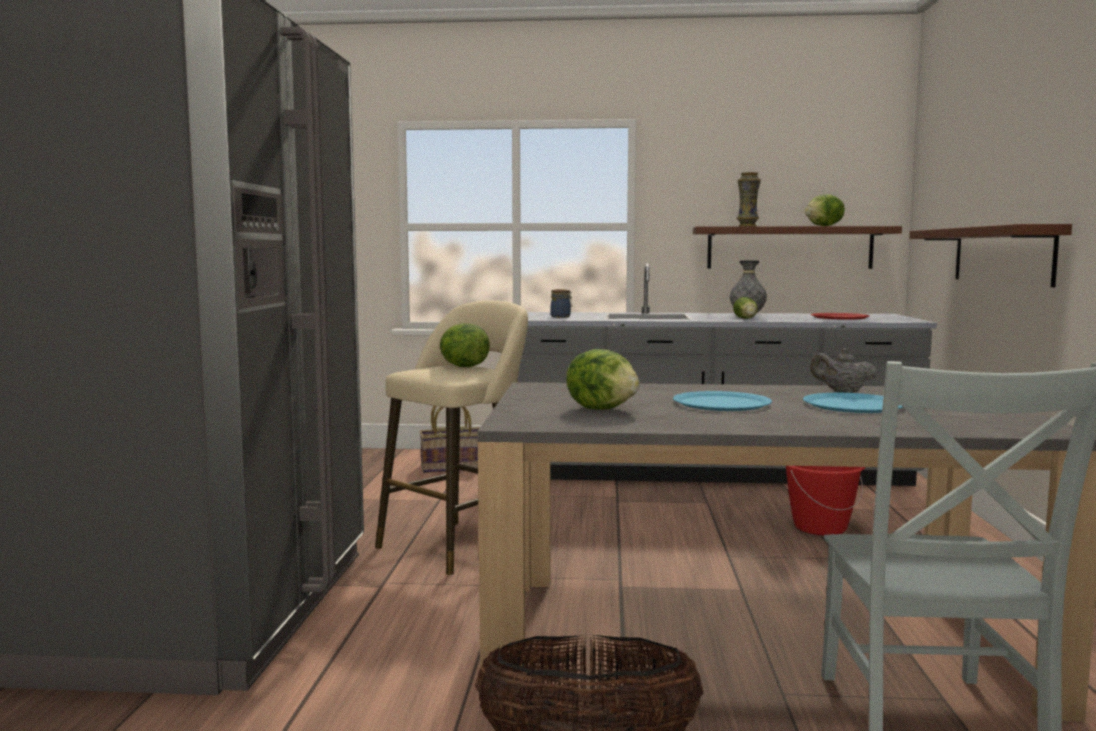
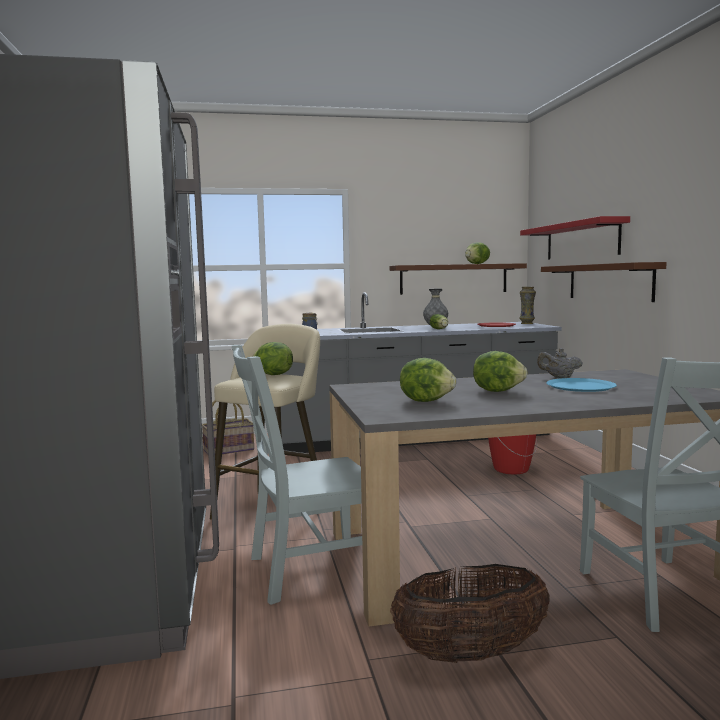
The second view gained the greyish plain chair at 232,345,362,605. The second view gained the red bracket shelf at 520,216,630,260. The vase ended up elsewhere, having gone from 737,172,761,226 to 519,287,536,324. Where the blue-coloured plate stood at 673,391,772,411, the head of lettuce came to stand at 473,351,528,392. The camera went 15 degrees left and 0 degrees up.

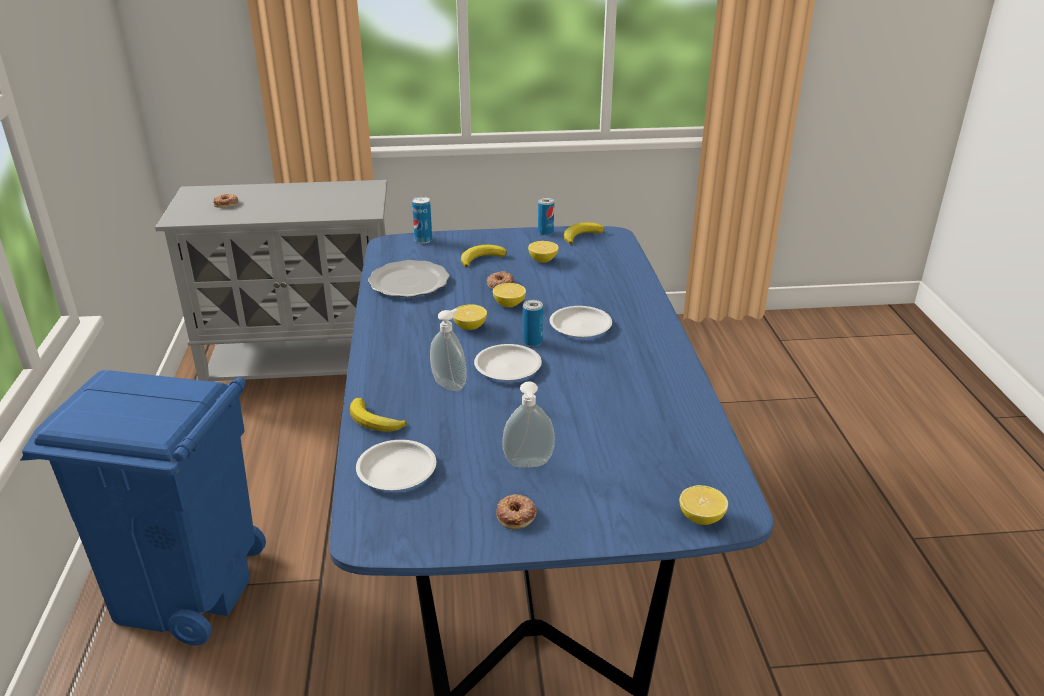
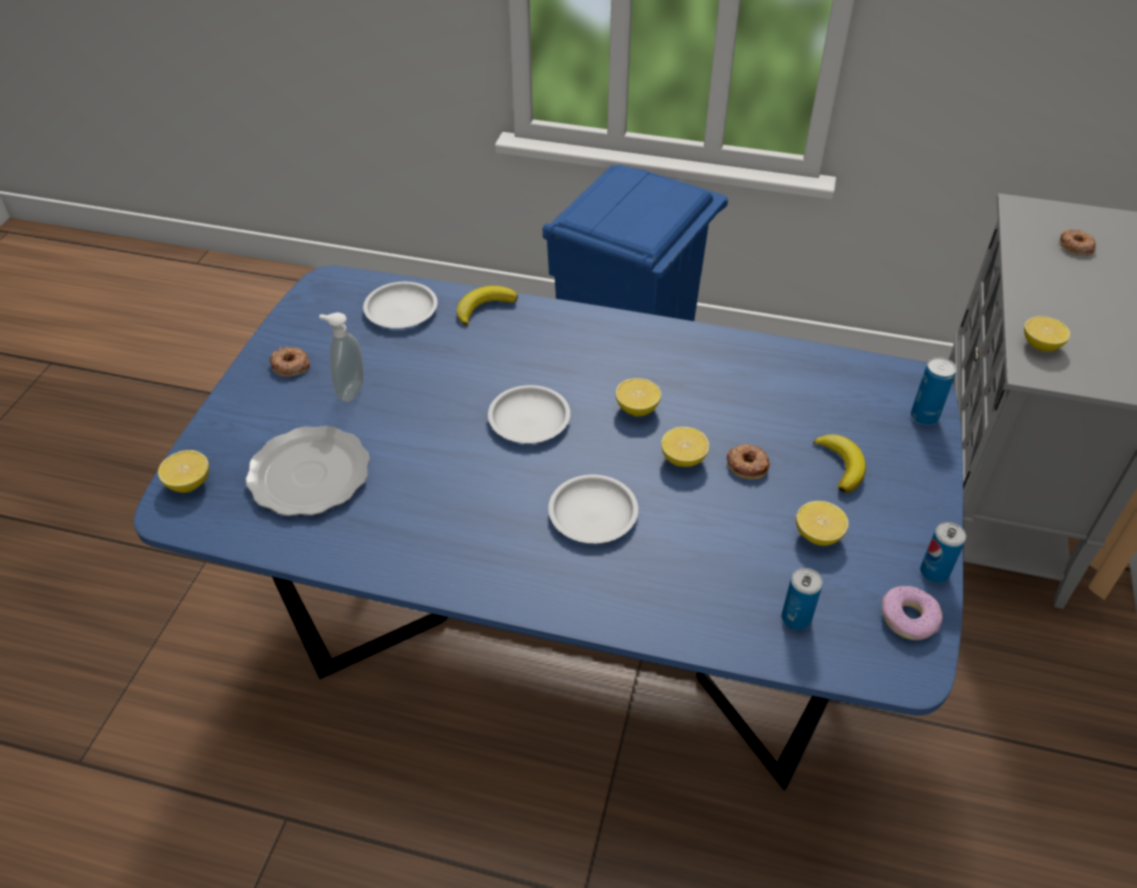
The second view lost the soap dispenser at 430,308,467,391. The second view gained the citrus fruit at 1024,316,1070,352. The plate ended up elsewhere, having gone from 368,260,449,297 to 245,426,370,516. The metal can ended up elsewhere, having gone from 523,300,543,346 to 782,568,823,630. Where the banana fruit stood at 564,223,604,245, the donut came to stand at 882,586,943,640. The camera went 110 degrees right and 15 degrees up.

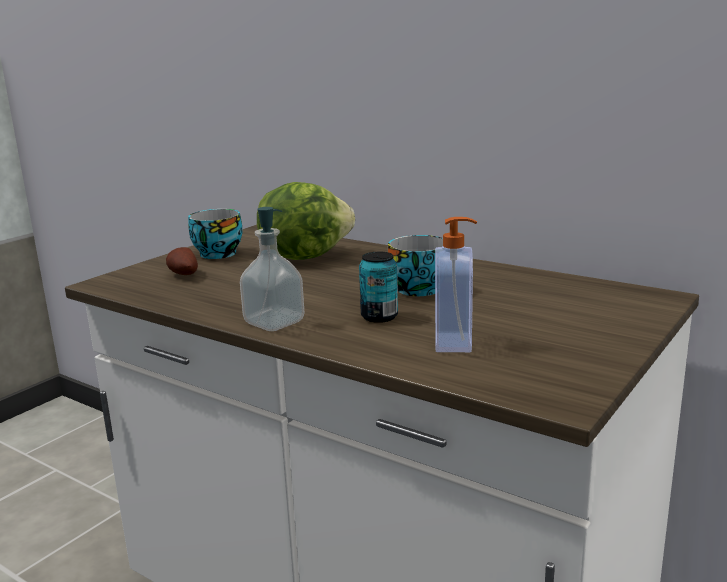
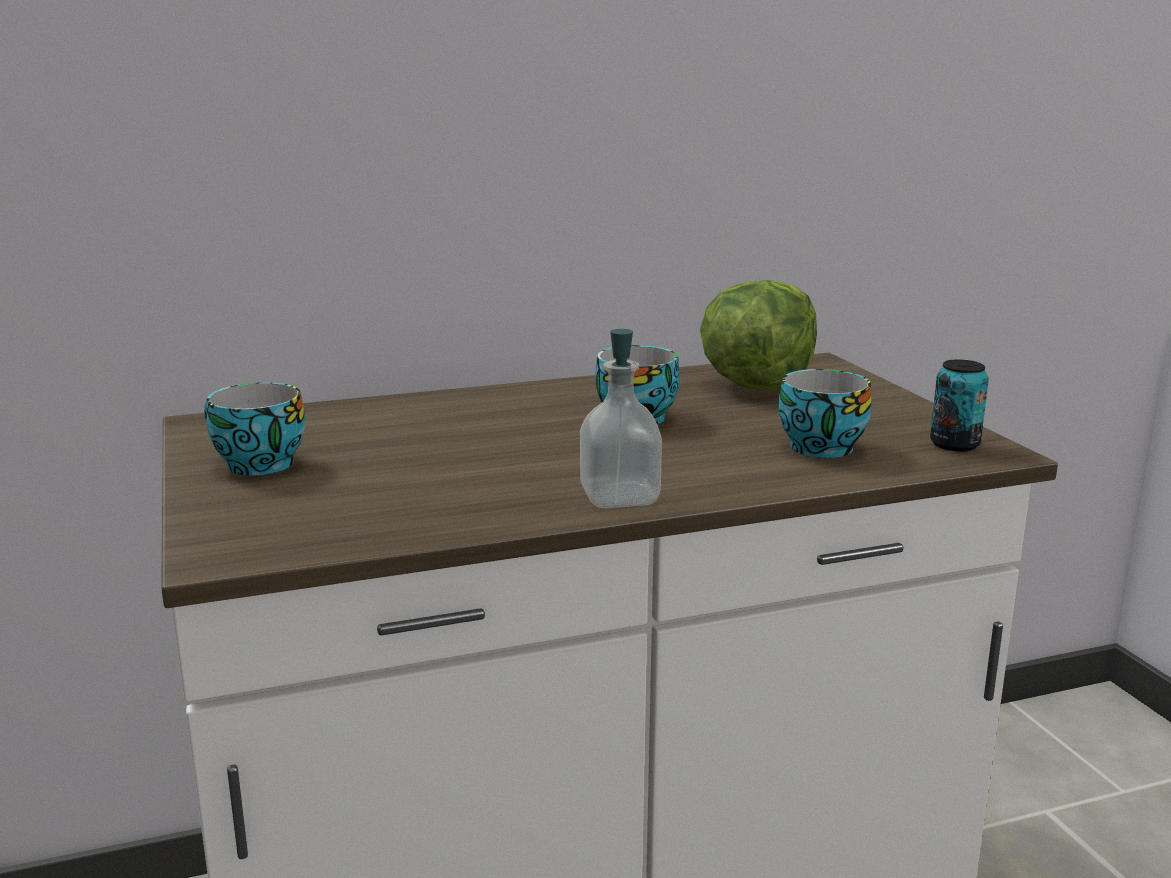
The second view lost the potato at 166,247,198,275. The head of lettuce ended up elsewhere, having gone from 257,182,355,260 to 700,280,817,390. The metal can ended up elsewhere, having gone from 359,252,398,323 to 930,360,989,452. Where the soap dispenser stood at 435,217,477,352, the small cup came to stand at 779,369,872,458. The camera went 55 degrees left and 0 degrees up.

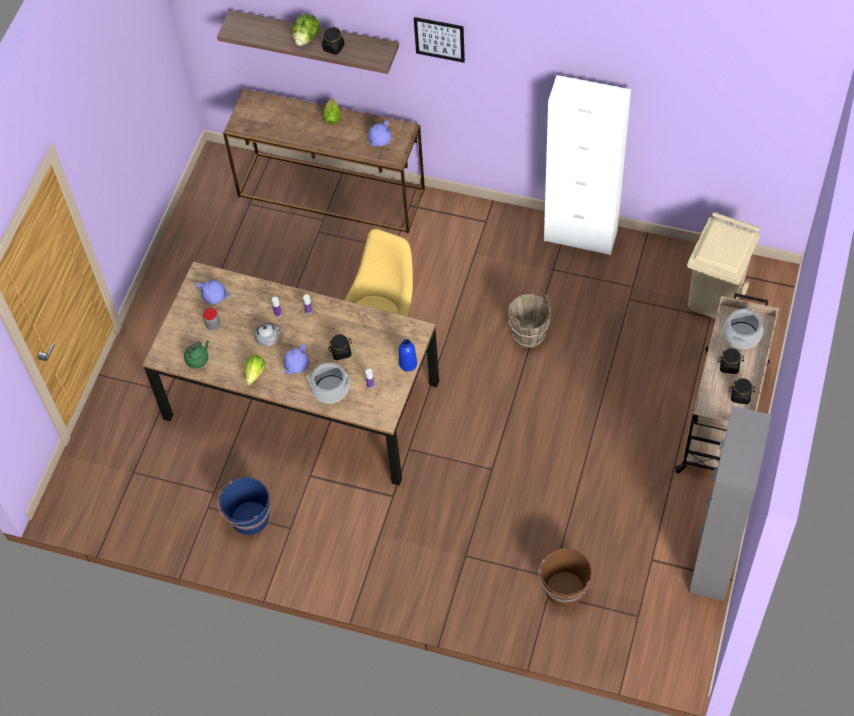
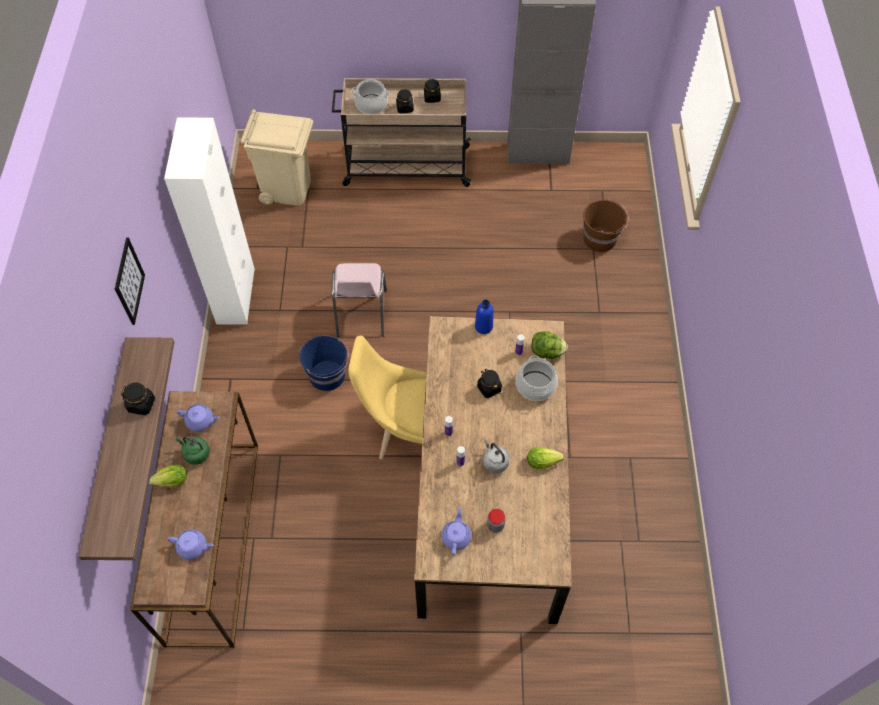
The green water kettle ended up elsewhere, having gone from 184,340,210,369 to 176,437,210,465. The blue-coloured pail ended up elsewhere, having gone from 217,477,270,535 to 299,335,349,391. The purplish teapot ended up elsewhere, having gone from 283,343,309,374 to 167,529,214,560. The head of lettuce ended up elsewhere, having gone from 291,14,320,46 to 532,331,568,359. Where the brown pail stood at 508,294,551,348, the pink-coloured plain chair came to stand at 332,263,387,337. The camera went 110 degrees left and 0 degrees up.

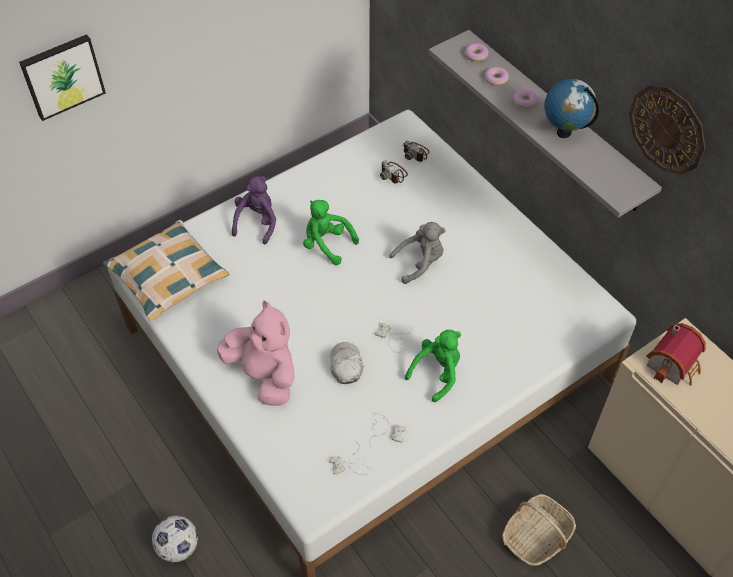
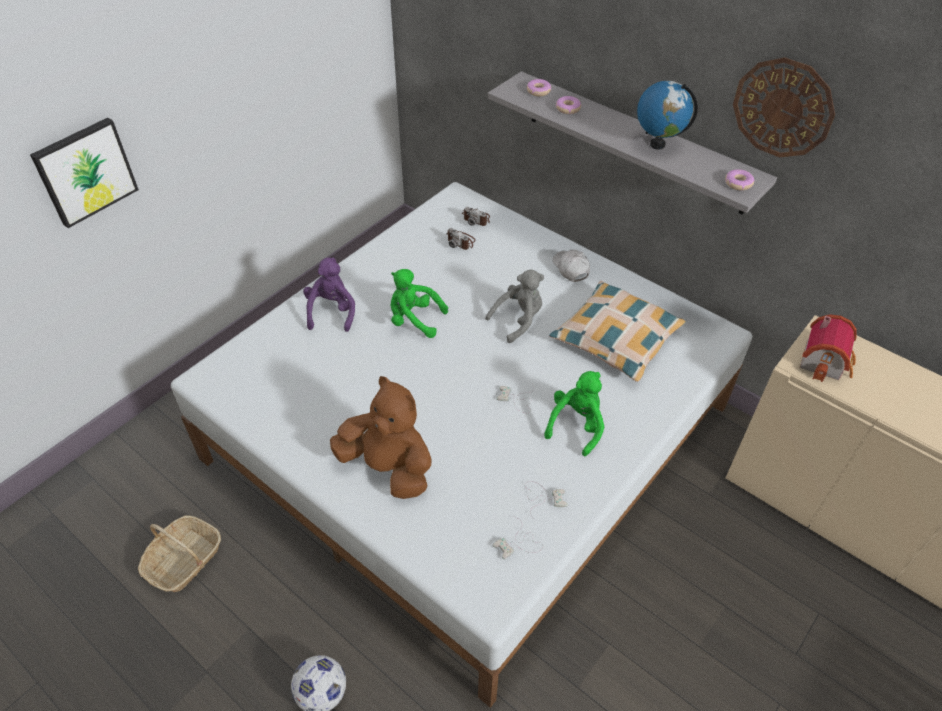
The pillow ended up elsewhere, having gone from 103,220,230,321 to 549,281,686,382. The white cap ended up elsewhere, having gone from 330,342,364,384 to 553,250,590,282. The storage basket ended up elsewhere, having gone from 502,494,576,566 to 138,516,221,592. The donut ended up elsewhere, having gone from 513,89,538,109 to 725,169,755,190. What was the pink-coloured soft toy at 217,301,295,406 turned into the brown soft toy at 330,376,432,499. The camera went 15 degrees left and 5 degrees down.

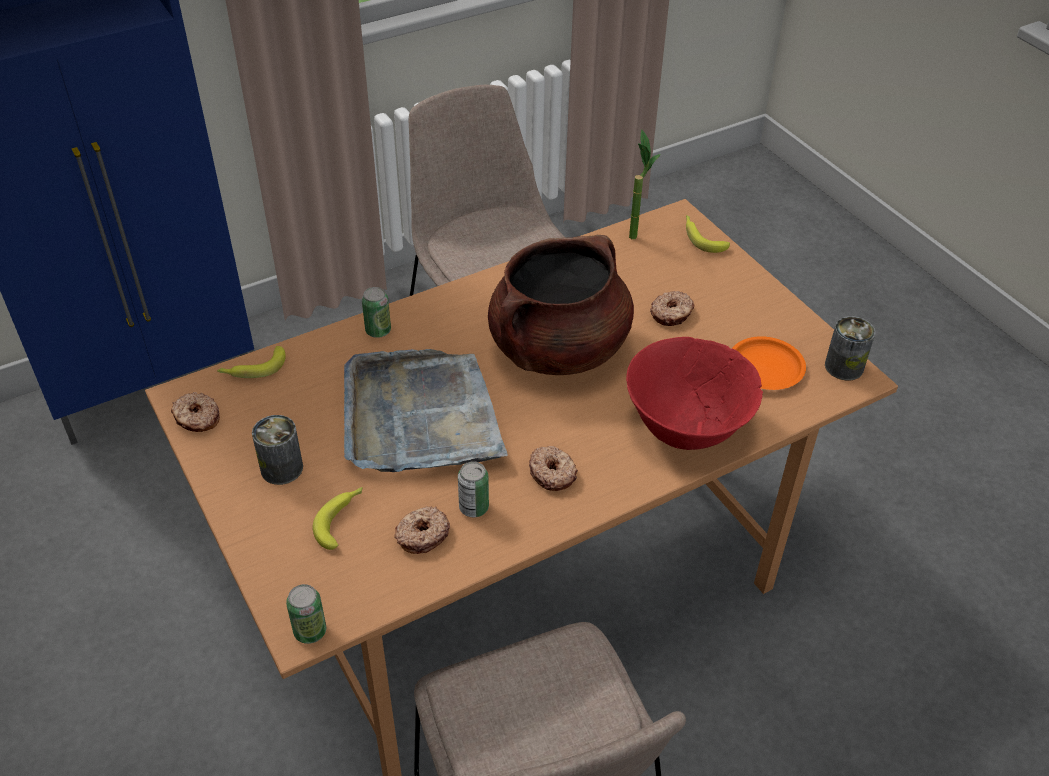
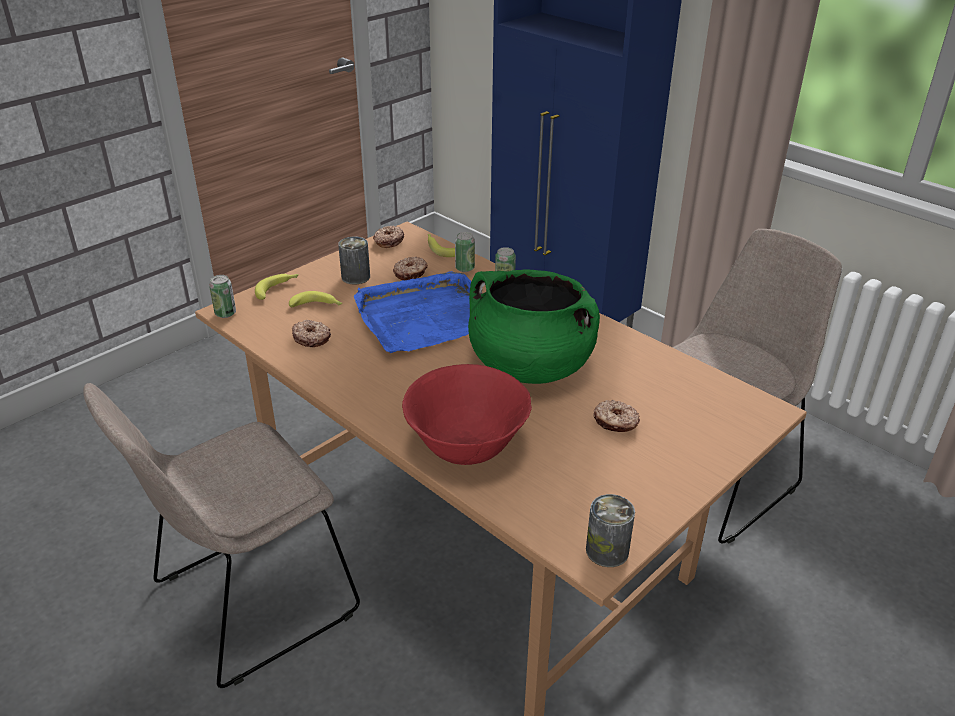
The second view lost the plant in a pot at 629,129,660,239. The second view lost the orange-coloured plate at 732,336,806,390. The metal can ended up elsewhere, having gone from 458,461,489,517 to 455,232,475,272. The donut ended up elsewhere, having gone from 529,446,578,491 to 393,257,428,280. The banana fruit ended up elsewhere, having gone from 686,215,730,253 to 255,274,299,300. What was the greyish tray at 344,349,508,472 turned into the blue-coloured tray at 354,271,472,353. What was the brown stockpot at 488,235,634,375 turned into the green stockpot at 468,270,600,384. The camera went 75 degrees right and 10 degrees down.

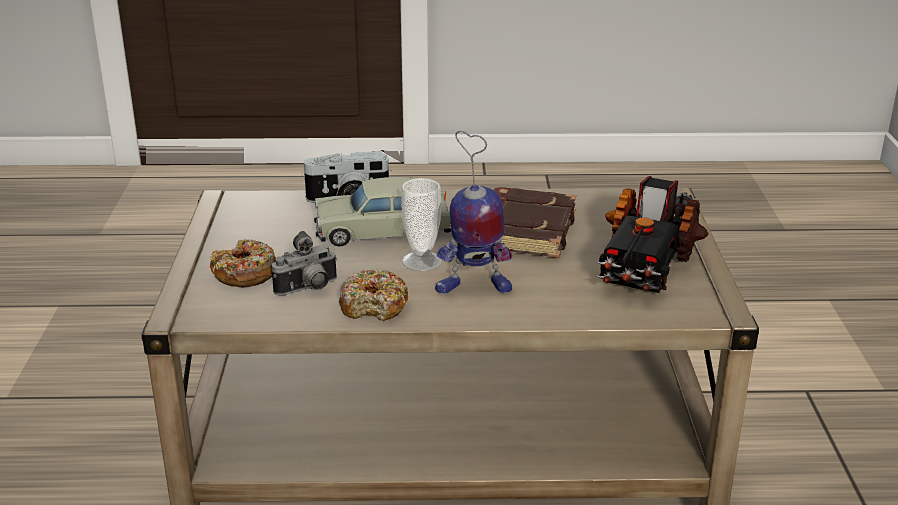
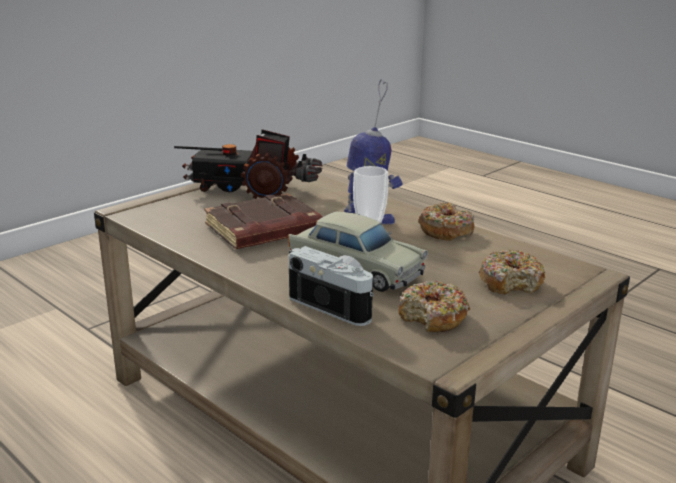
The second view lost the photo camera at 271,231,337,296. The second view gained the donut at 399,280,470,332. The model truck at 596,176,709,293 ended up facing another way, 150 degrees counterclockwise from before. The camera went 135 degrees left and 5 degrees down.

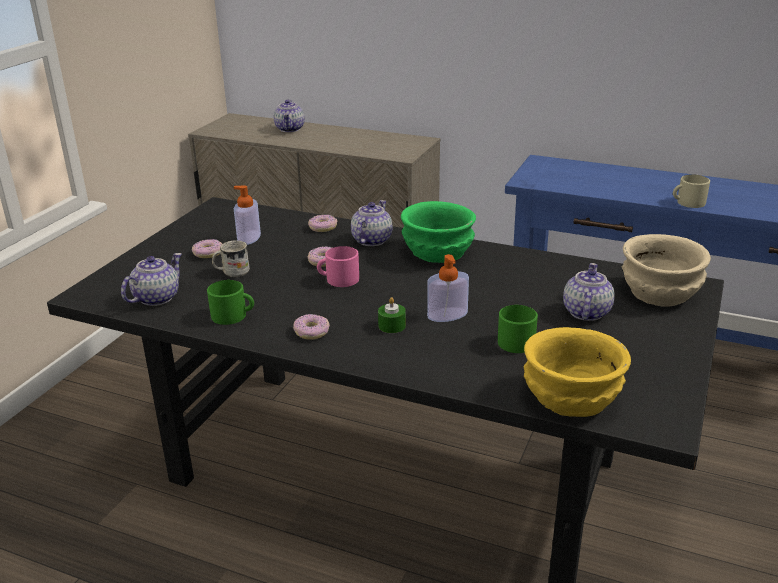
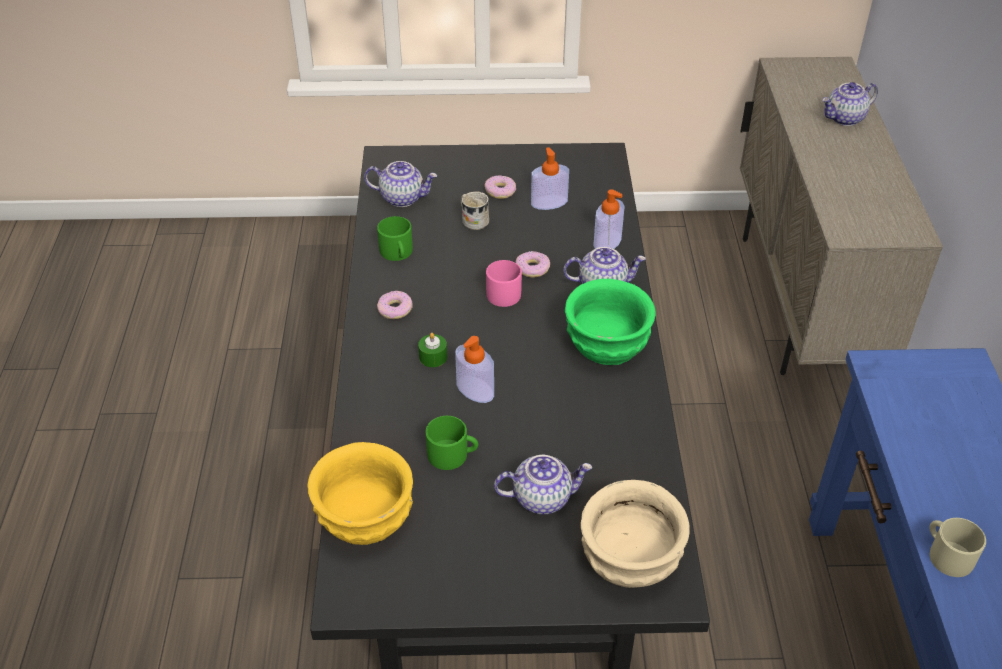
Where the donut stood at 308,214,338,232, the soap dispenser came to stand at 593,189,625,249. The camera went 65 degrees right and 15 degrees up.

